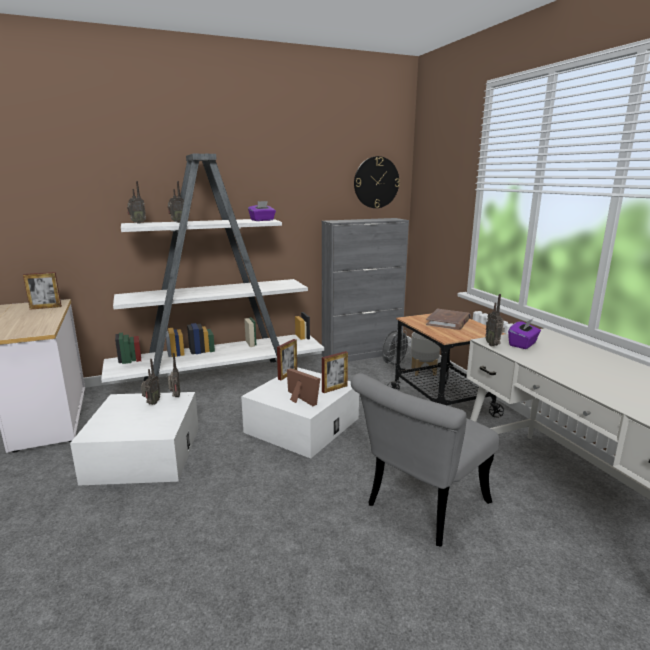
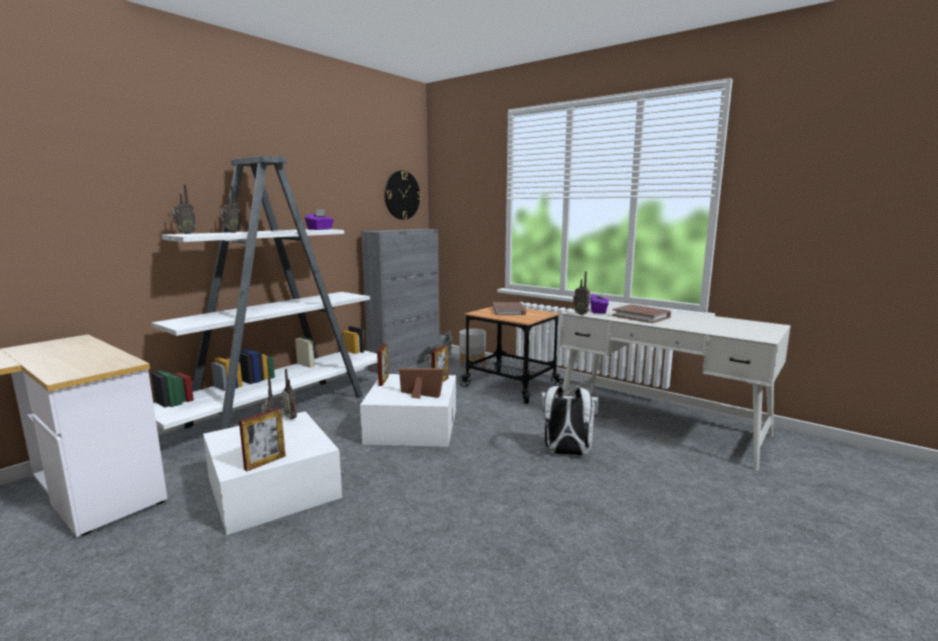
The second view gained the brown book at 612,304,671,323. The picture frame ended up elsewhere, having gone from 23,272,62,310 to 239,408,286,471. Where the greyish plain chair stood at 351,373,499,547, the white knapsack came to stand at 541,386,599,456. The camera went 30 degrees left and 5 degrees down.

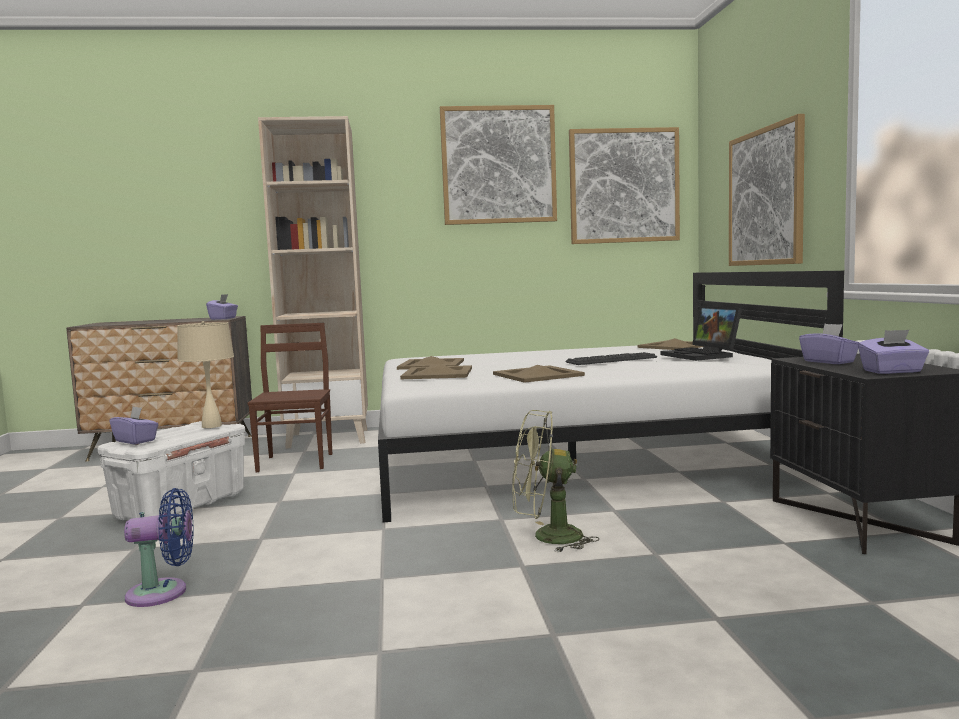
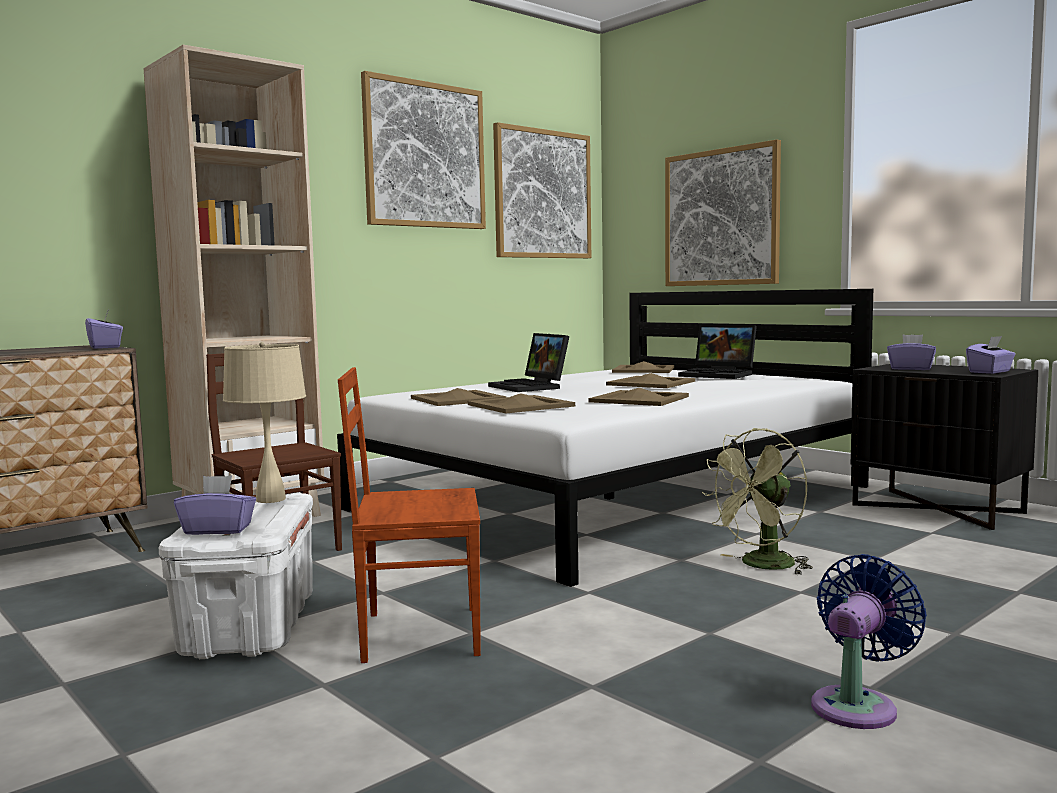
The second view gained the brown plain chair at 338,367,481,663. The second view gained the notebook computer at 488,333,569,392. The blue-coloured electric fan ended up elsewhere, having gone from 124,488,194,607 to 811,554,927,729. Where the keyboard stood at 566,352,657,365, the beige-coloured tray came to stand at 606,373,695,388. The camera went 35 degrees left and 0 degrees up.

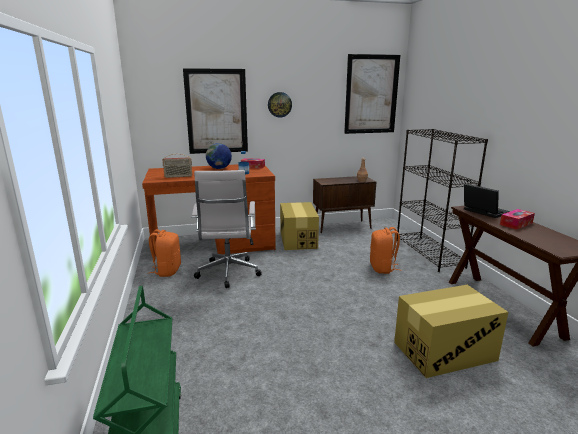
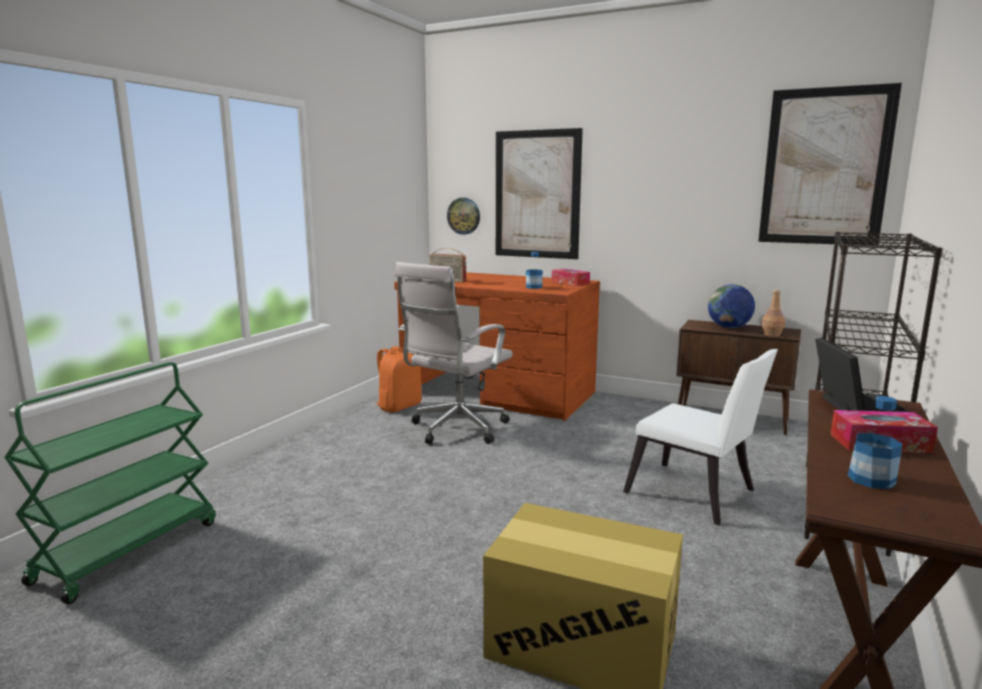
The second view lost the packing box at 280,202,319,250. The second view gained the beverage bottle at 848,396,902,489. The world globe ended up elsewhere, having gone from 206,143,232,169 to 708,284,755,328. The clock on the wall ended up elsewhere, having gone from 268,92,292,118 to 447,198,480,235. Where the orange-coloured knapsack stood at 370,227,402,274, the white plain chair came to stand at 623,349,778,525. The camera went 40 degrees right and 5 degrees down.

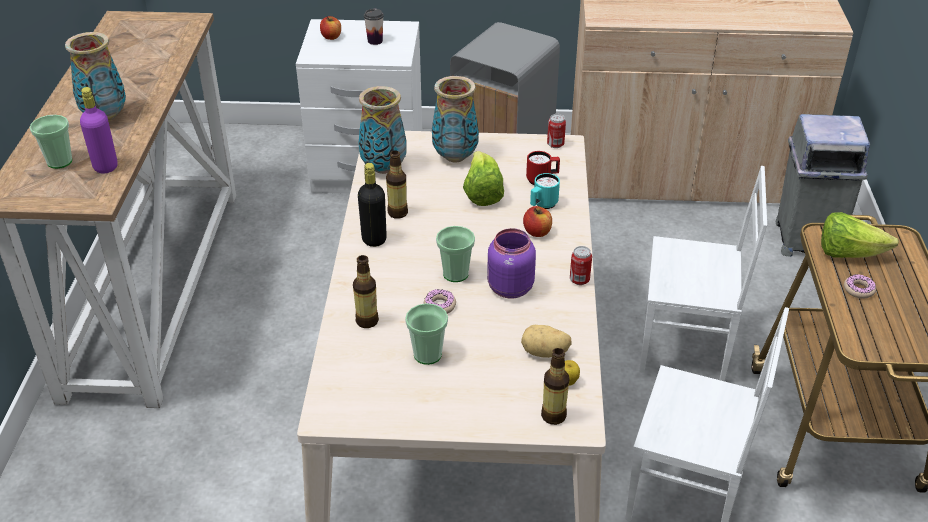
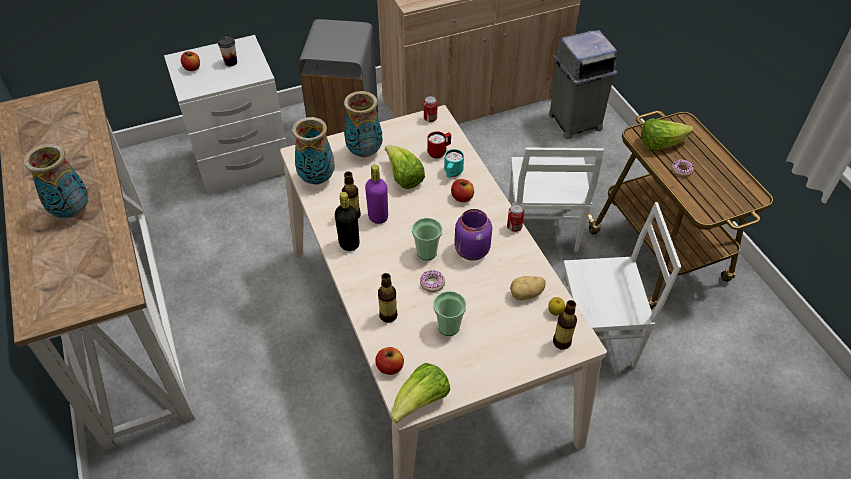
The second view lost the small cup at 30,115,72,169. The second view gained the apple fruit at 375,347,404,375. The second view gained the head of lettuce at 391,363,451,423. The purplish beverage bottle ended up elsewhere, having gone from 80,87,118,174 to 365,165,388,224. The white plain chair at 639,166,767,381 ended up facing another way, 105 degrees clockwise from before. The camera went 25 degrees left and 10 degrees up.

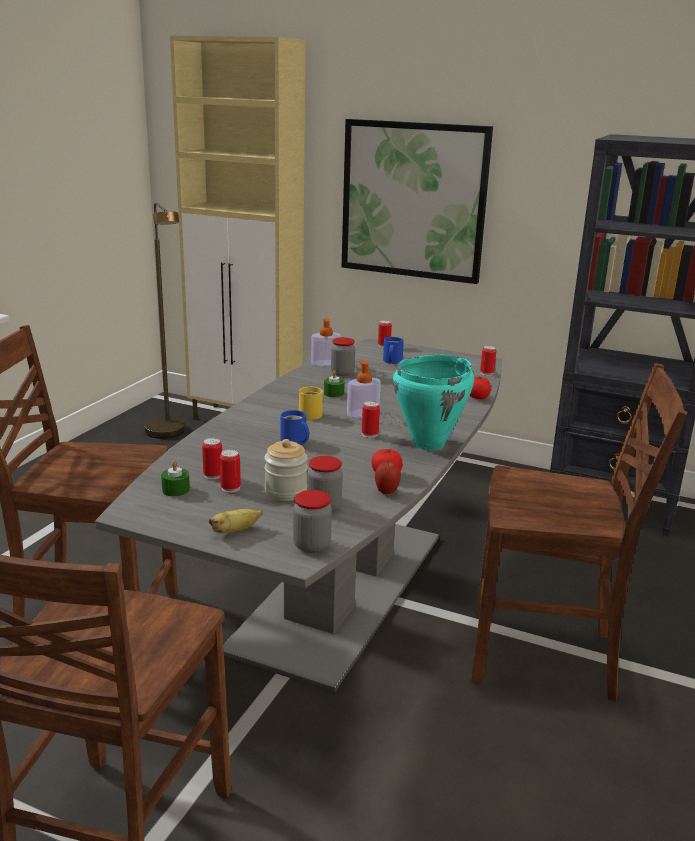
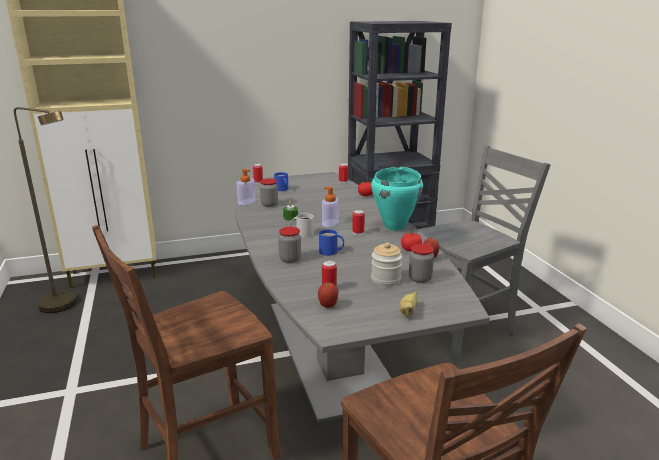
The second view lost the metal can at 220,449,241,493. The second view lost the wall picture at 342,119,493,284. The preserve jar ended up elsewhere, having gone from 293,490,332,553 to 278,227,301,263. Where the green wax candle stood at 161,460,190,497, the apple fruit came to stand at 318,282,339,308. What was the yellowish coffee mug at 299,387,323,420 turned into the white coffee mug at 291,213,314,238. What was the brown plain chair at 472,363,687,701 turned into the greyish plain chair at 418,146,550,361. The camera went 40 degrees left and 0 degrees up.

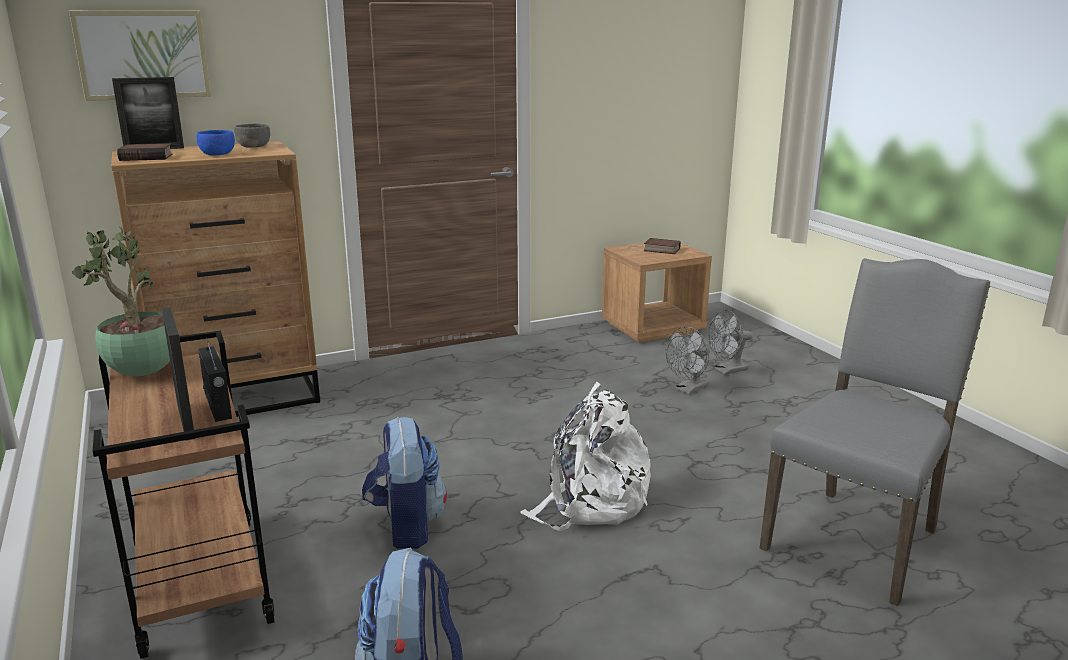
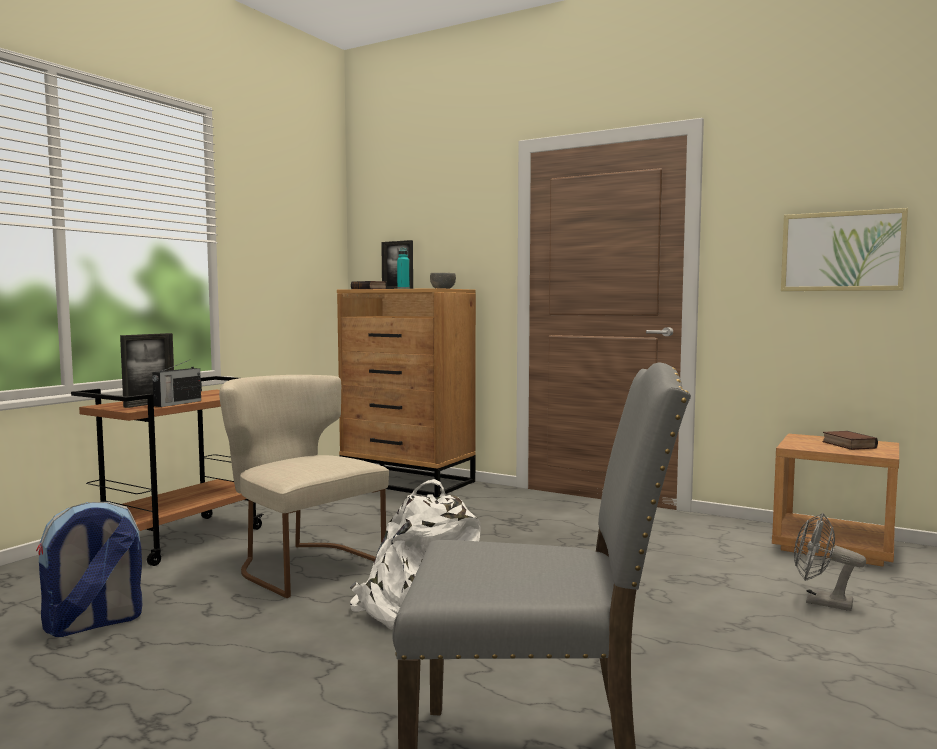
The second view lost the plant in a pot at 72,227,170,376. The second view lost the greyish electric fan at 665,326,710,394. The wall picture ended up elsewhere, having gone from 69,10,211,101 to 781,208,908,291. Where the blue-coloured serving bowl stood at 197,130,235,156, the blue-green beverage bottle came to stand at 397,248,409,289. Where the knapsack stood at 362,417,447,549, the beige-coloured plain chair came to stand at 219,375,389,598. The camera went 55 degrees right and 15 degrees down.

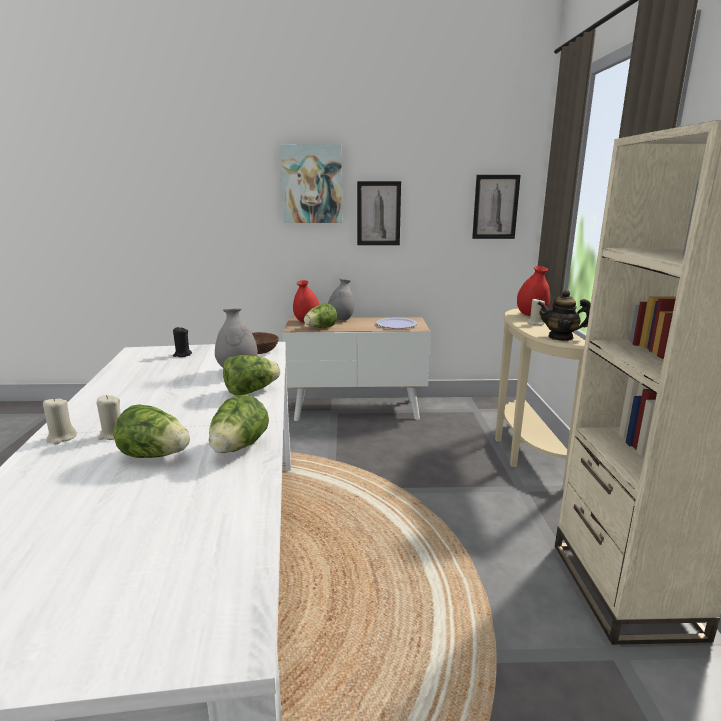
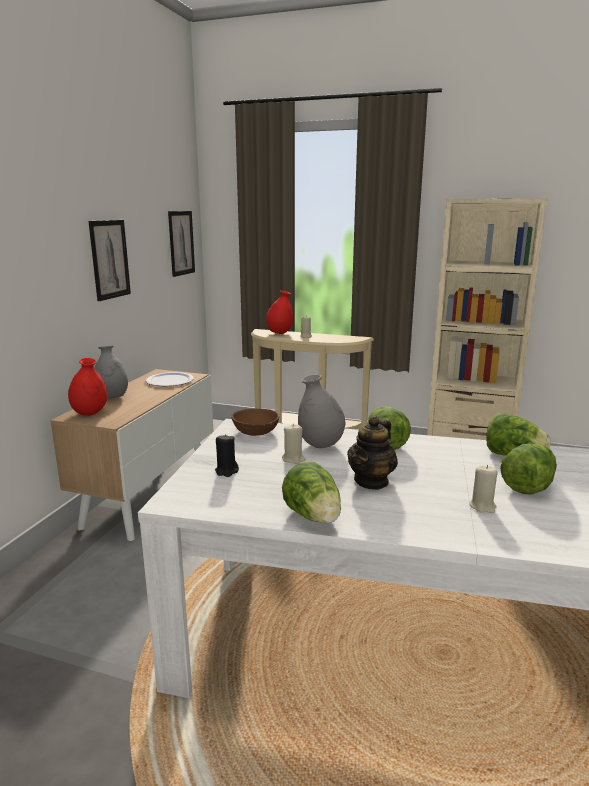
The second view lost the wall picture at 280,144,342,223. The beige-coloured wax candle ended up elsewhere, having gone from 43,397,77,445 to 282,424,306,464. The head of lettuce ended up elsewhere, having gone from 304,303,337,328 to 282,461,341,523. The teapot ended up elsewhere, having gone from 537,290,591,341 to 347,416,398,490. The camera went 70 degrees left and 0 degrees up.

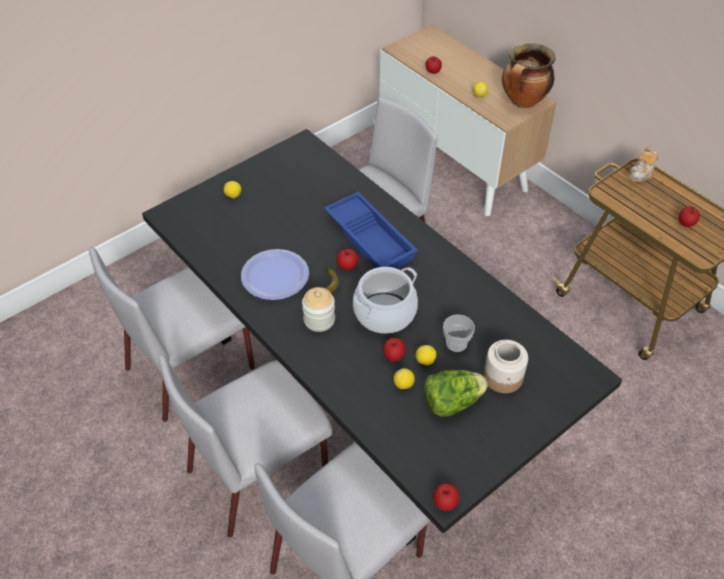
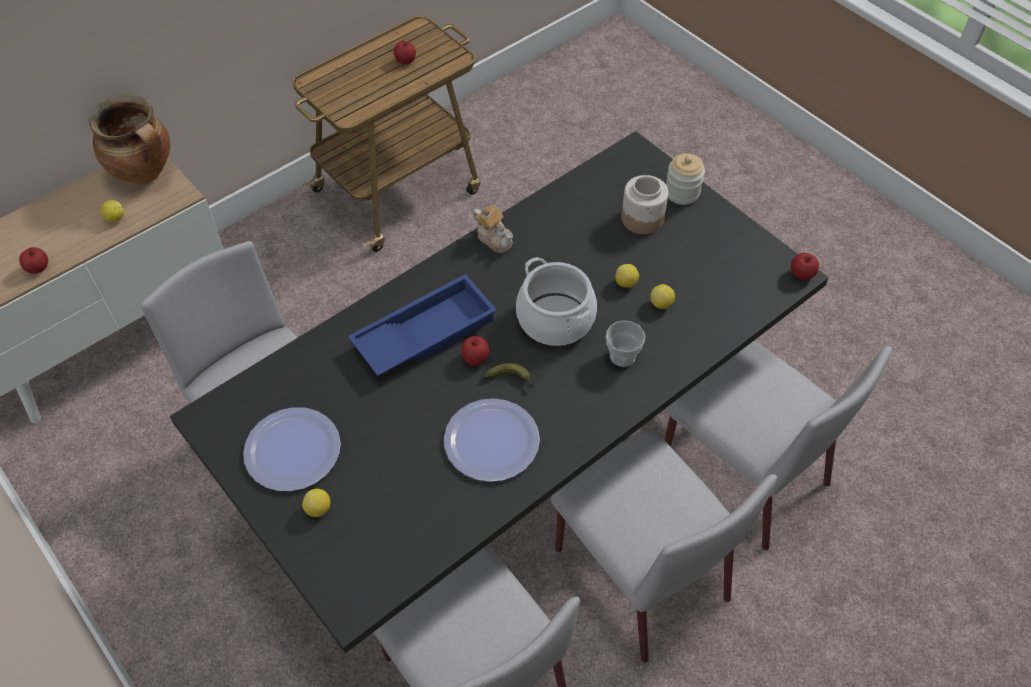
The second view lost the apple fruit at 383,338,406,362. The second view lost the head of lettuce at 424,370,488,417. The second view gained the plate at 243,407,341,491. The preserve jar ended up elsewhere, having gone from 302,287,335,332 to 666,153,705,205. The small cup ended up elsewhere, having gone from 443,314,475,352 to 606,320,645,367. The teapot ended up elsewhere, having gone from 629,146,659,183 to 473,205,513,253. The camera went 90 degrees left and 5 degrees up.

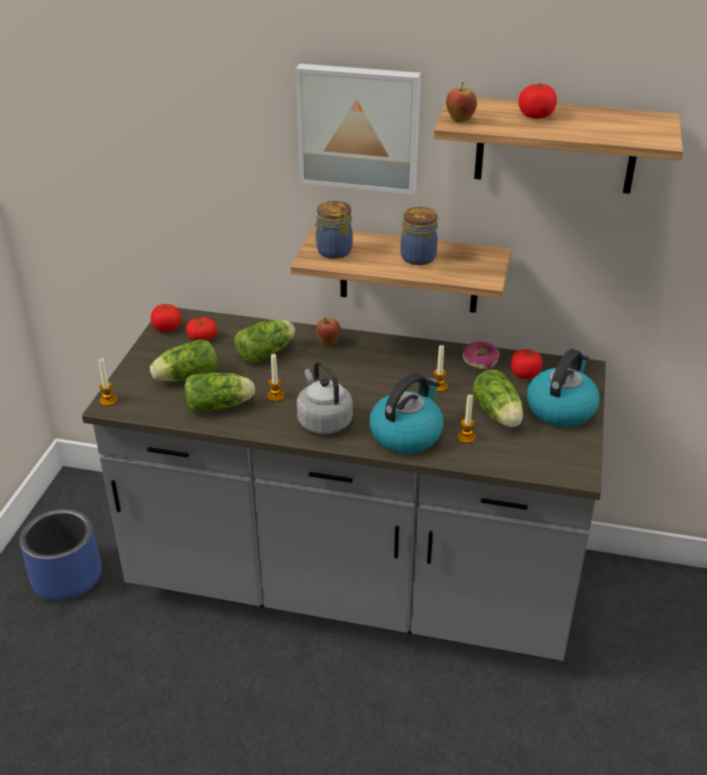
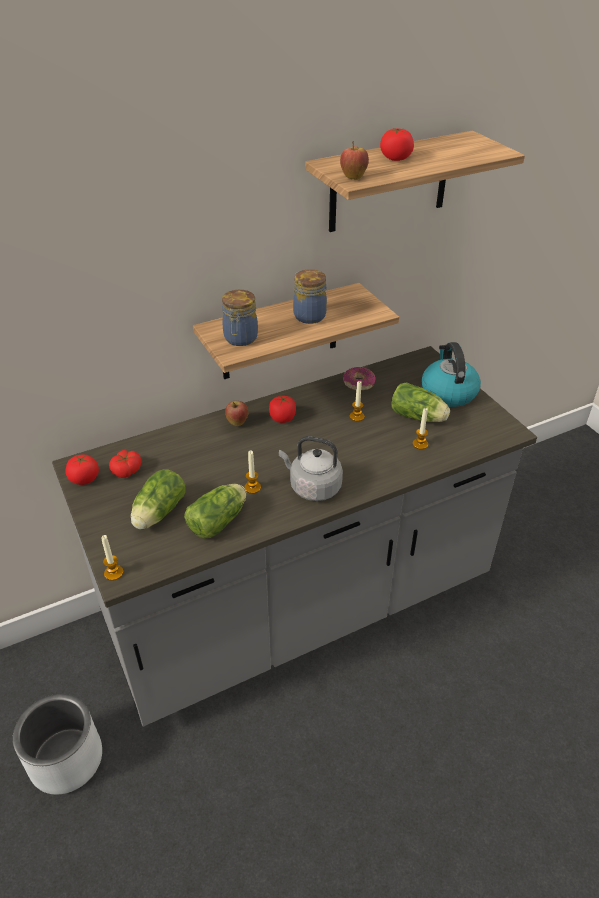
The second view lost the head of lettuce at 234,319,295,363. The second view lost the wall picture at 295,64,421,195. The second view lost the water kettle at 369,373,444,454. The tomato ended up elsewhere, having gone from 511,349,543,379 to 269,396,296,423. What was the blue-coloured planter at 19,509,102,601 turned into the greyish planter at 13,694,102,795. The camera went 40 degrees left and 5 degrees up.

